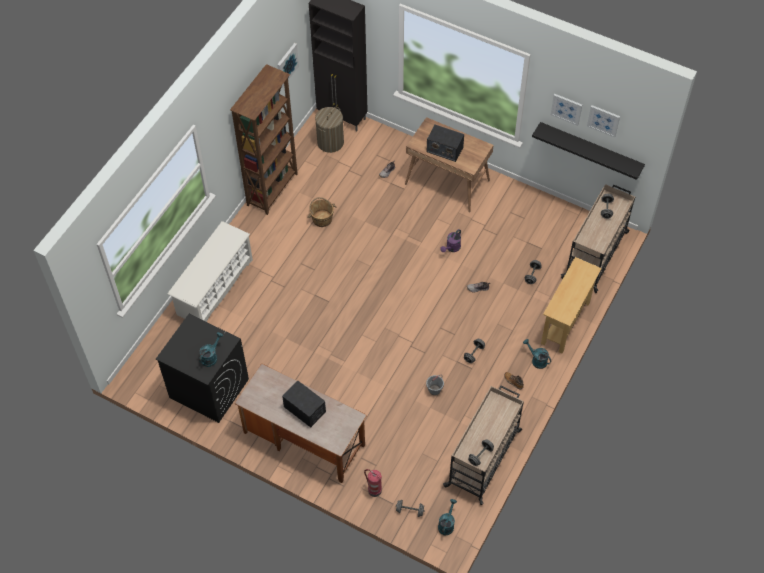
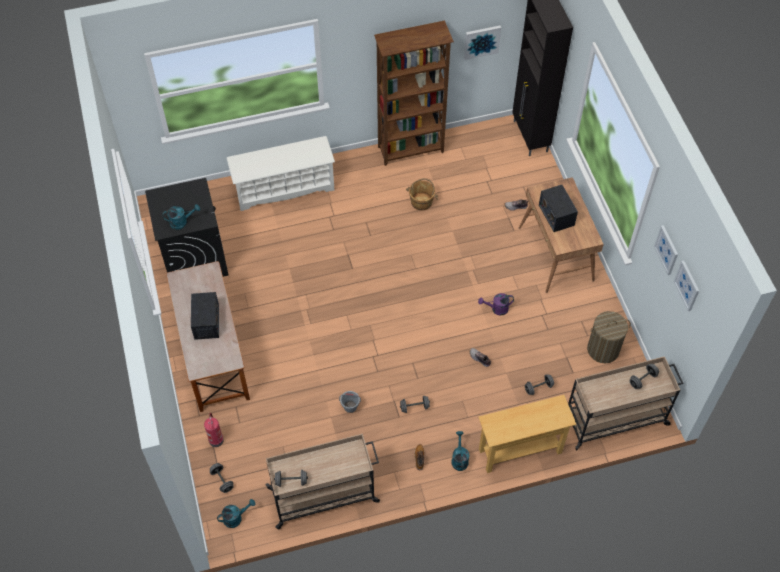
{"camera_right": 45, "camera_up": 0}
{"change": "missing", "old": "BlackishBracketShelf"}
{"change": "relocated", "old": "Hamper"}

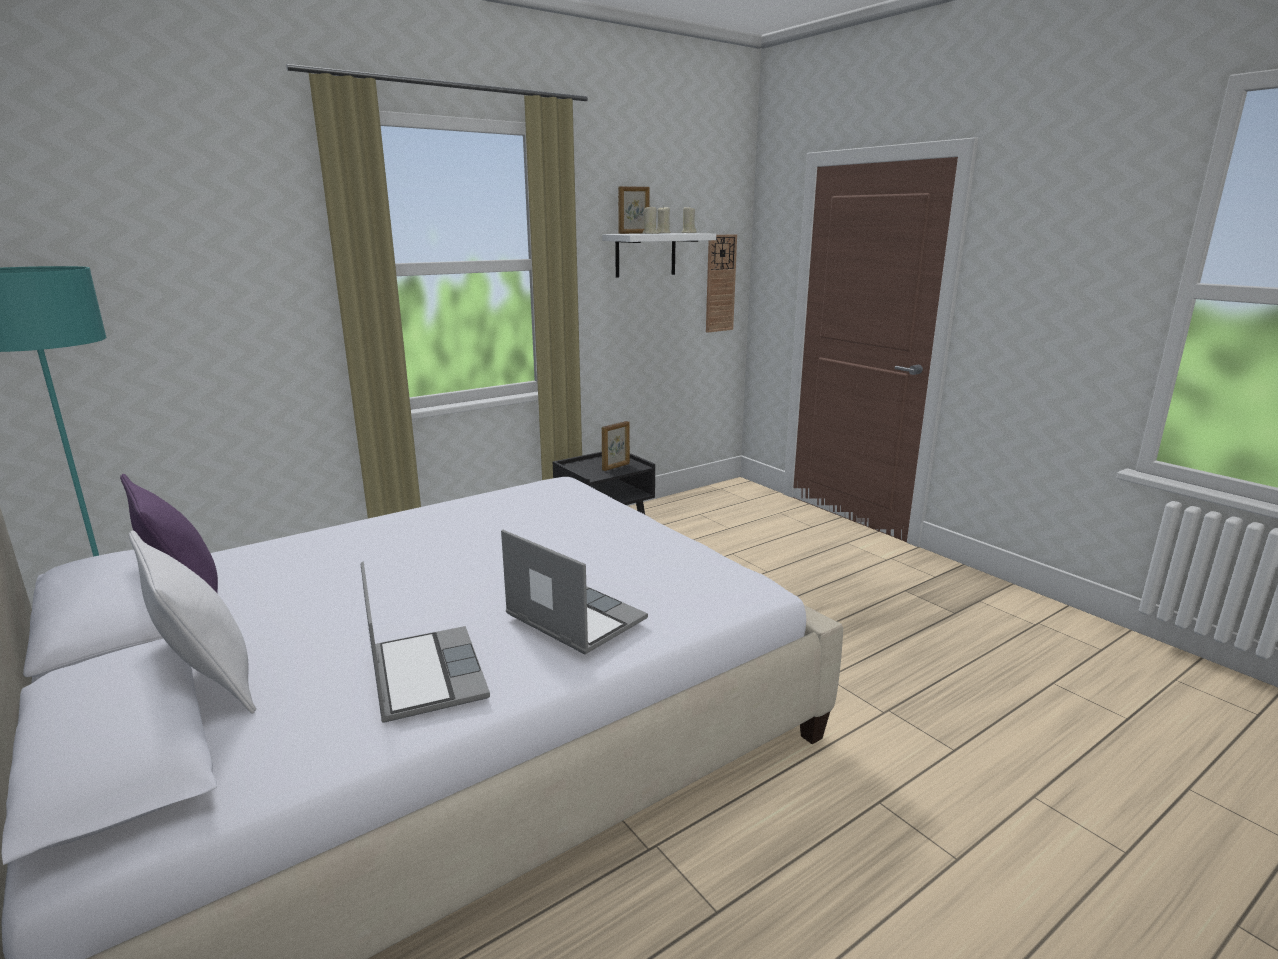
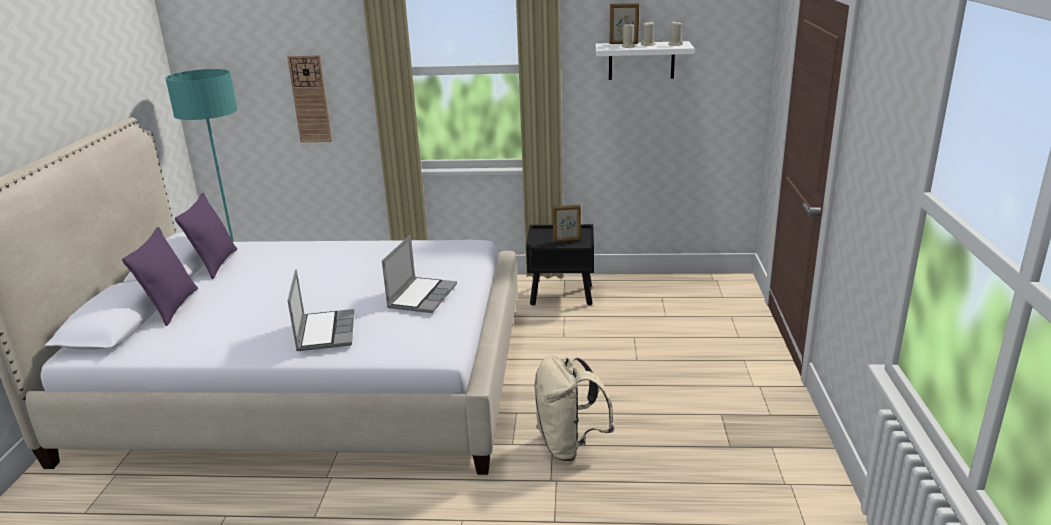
{"camera_right": 40, "camera_up": 5}
{"change": "appeared", "new": "BeigeBackpack"}
{"change": "relocated", "old": "PortableComputer (no. 1 from left in the first image)", "new": "PortableComputer (no. 2 from left)"}
{"change": "relocated", "old": "WallClock"}
{"change": "colour", "old": "WhitishCushion", "new": "PurpleColouredCushion (no. 1 from left)"}

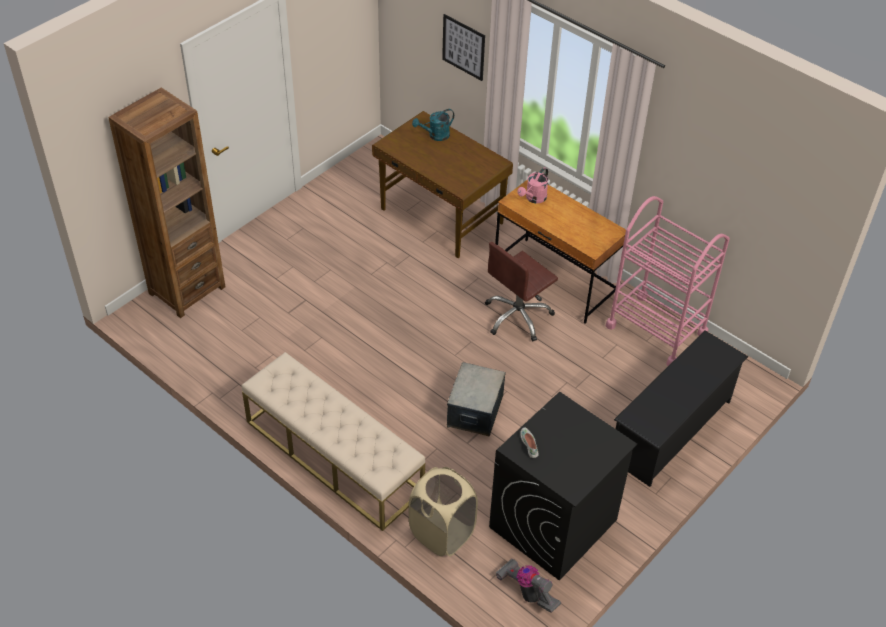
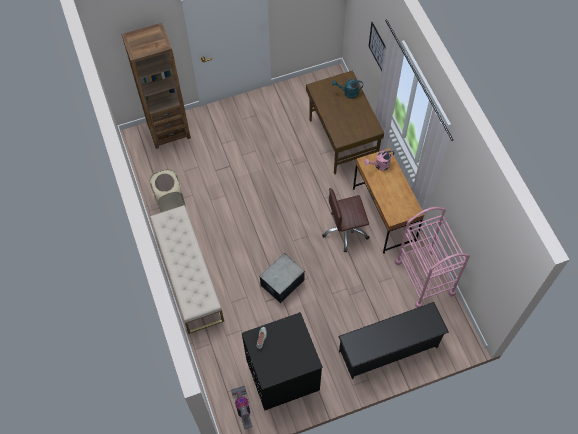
{"camera_right": 30, "camera_up": 15}
{"change": "relocated", "old": "BeigeHamper"}

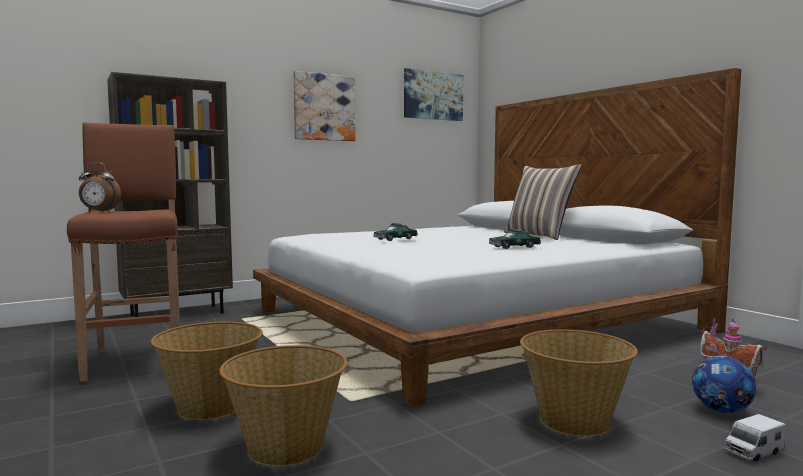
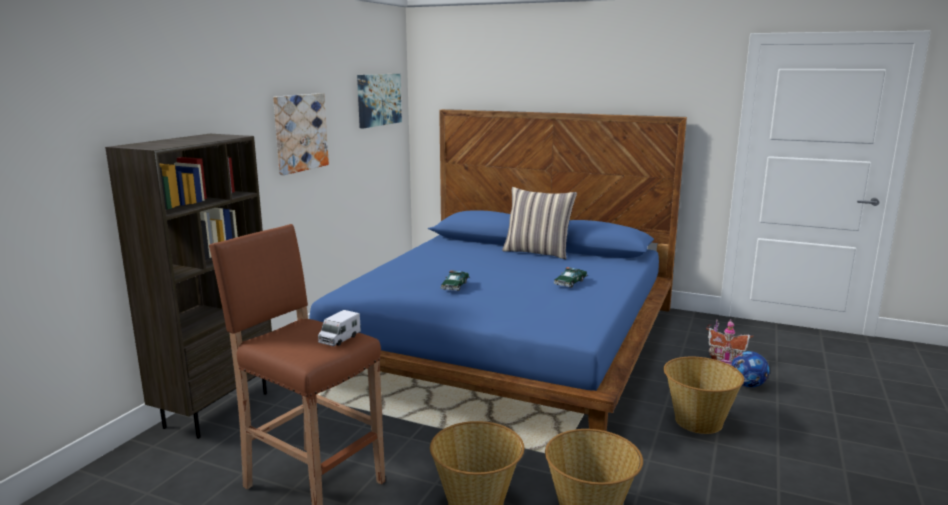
{"camera_right": -35, "camera_up": 10}
{"change": "missing", "old": "TableClock"}
{"change": "relocated", "old": "ToyLorry"}
{"change": "colour", "old": "WhitishBedroomBed", "new": "BluishBedroomBed"}

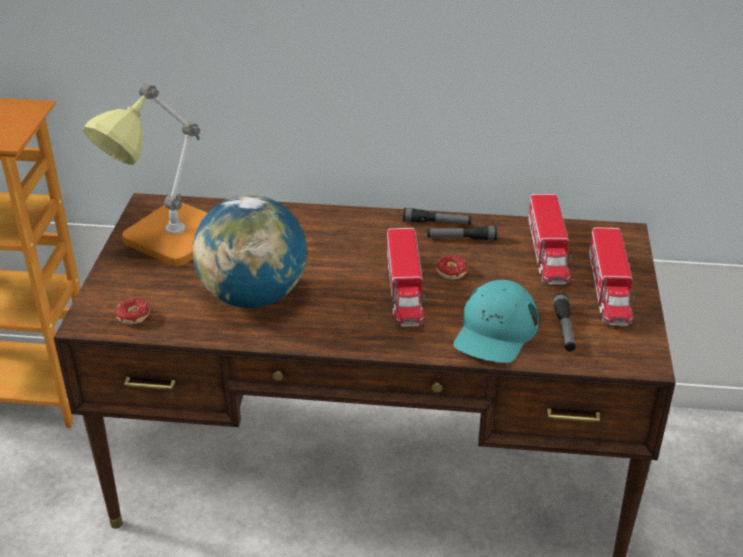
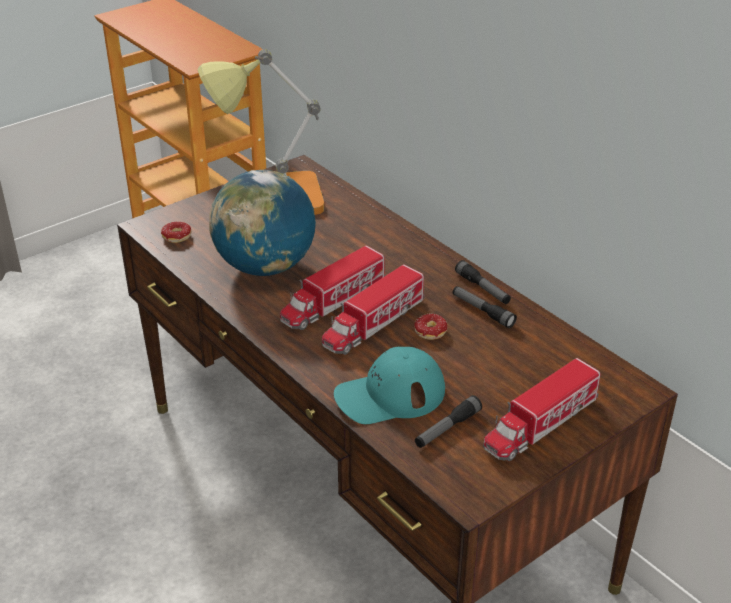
{"camera_right": 45, "camera_up": 0}
{"change": "relocated", "old": "ToyLorry (no. 2 from left in the first image)", "new": "ToyLorry (no. 1 from left)"}

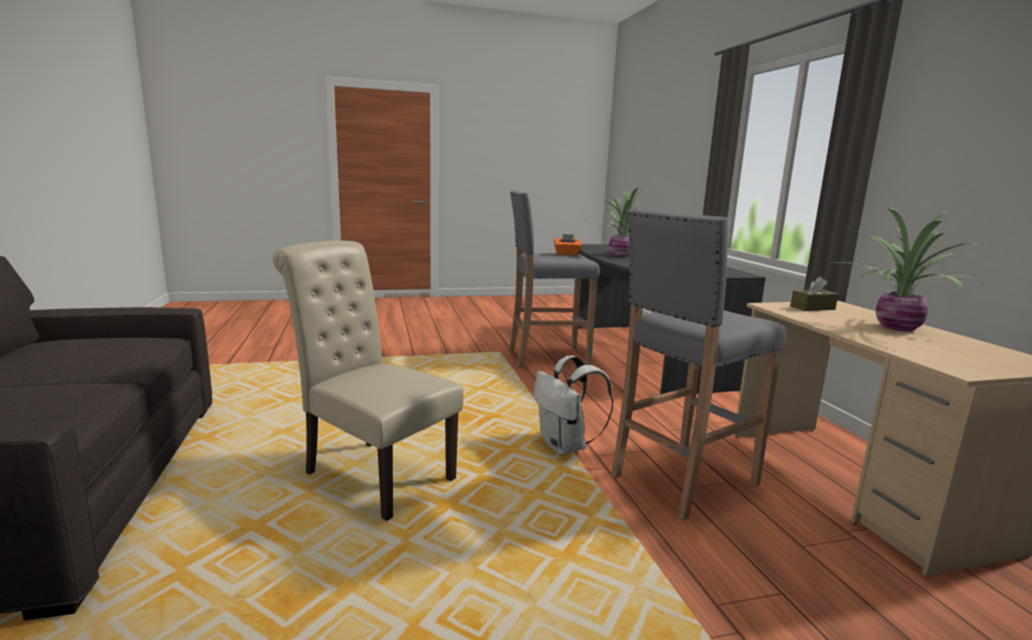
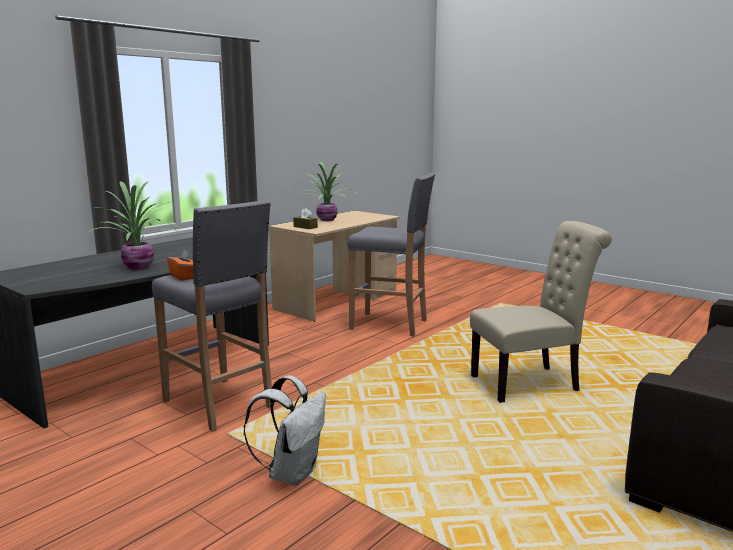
{"camera_right": -125, "camera_up": 0}
{"change": "relocated", "old": "WhitishBackpack"}
{"change": "spun", "old": "BeigePlainChair", "degrees": -105}

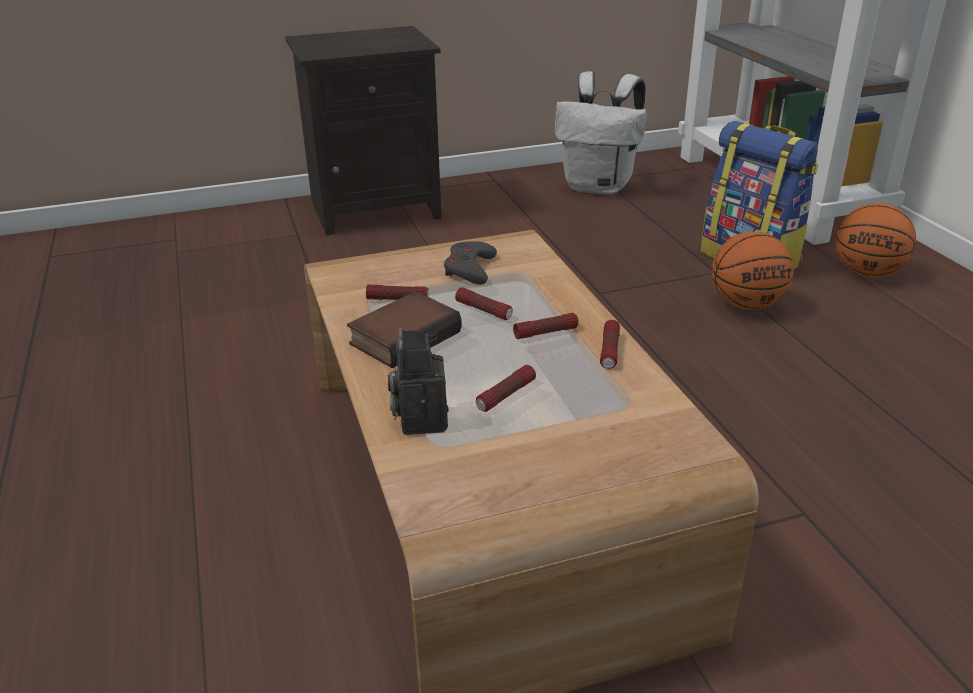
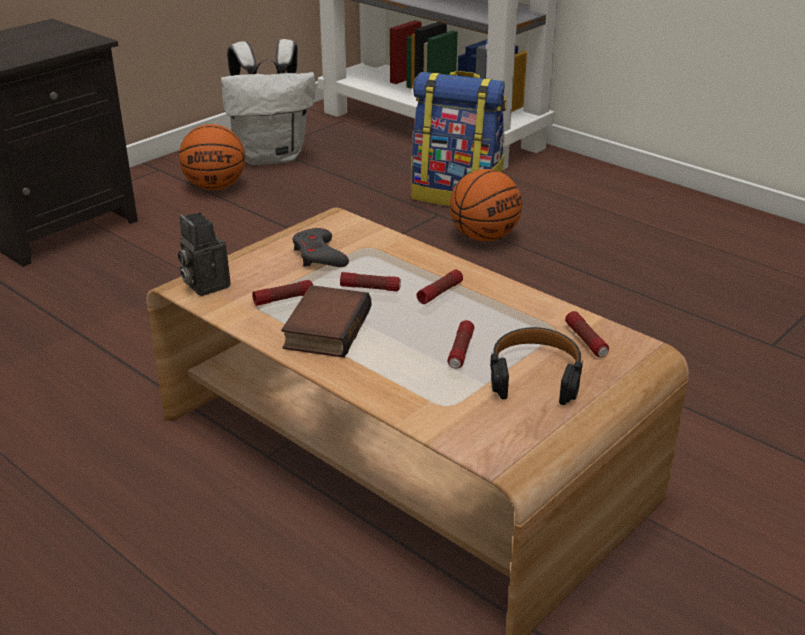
{"camera_right": -30, "camera_up": 0}
{"change": "appeared", "new": "BlackishPairOfHeadphones"}
{"change": "relocated", "old": "StillCamera"}
{"change": "relocated", "old": "Torch (no. 5 from left)"}
{"change": "relocated", "old": "BallForBasketball (no. 2 from left in the first image)", "new": "BallForBasketball (no. 1 from left)"}

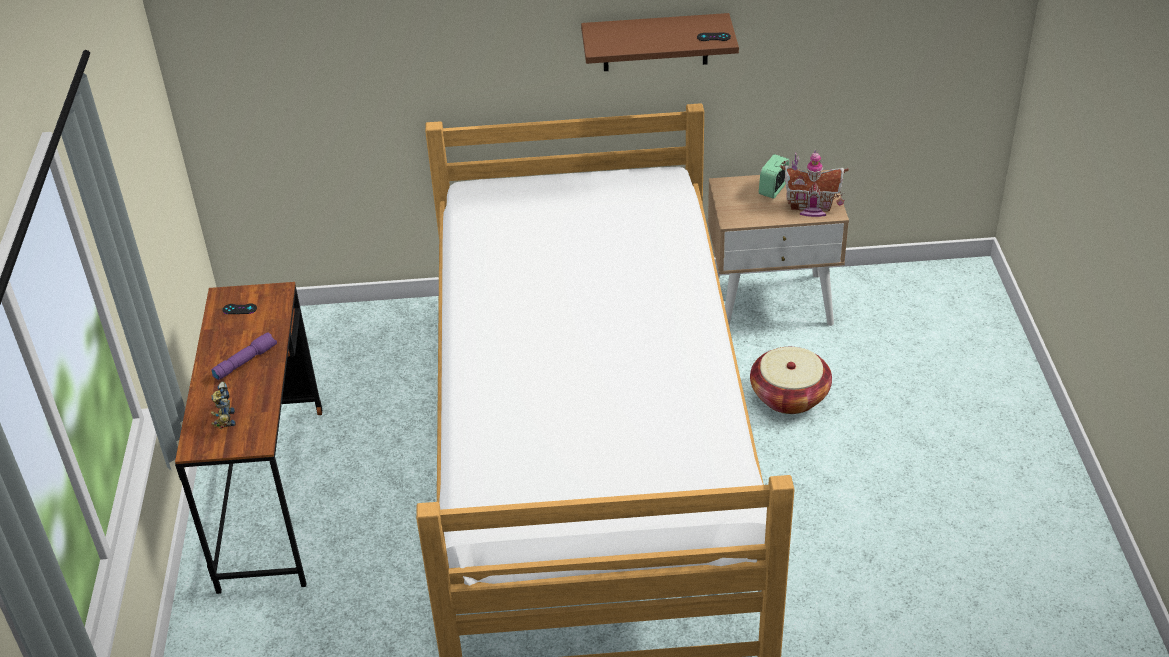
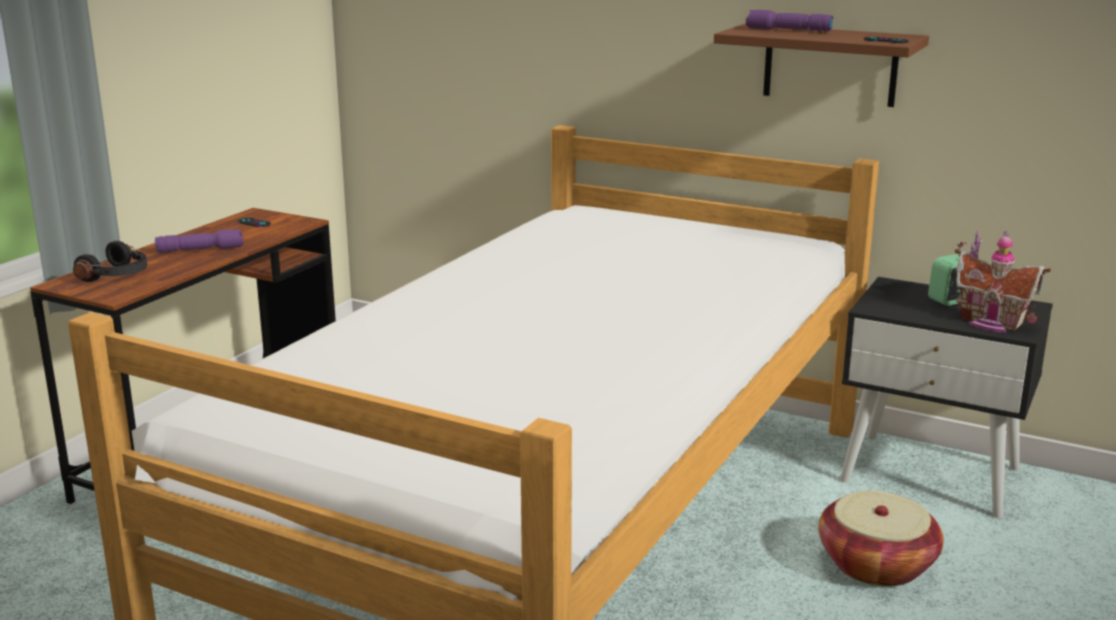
{"camera_right": 30, "camera_up": -20}
{"change": "appeared", "new": "PurpleColouredTorch (no. 2 from left)"}
{"change": "exchanged", "old": "RobotFigure", "new": "BlackishPairOfHeadphones"}
{"change": "colour", "old": "BeigeBedsideTable", "new": "BlackishBedsideTable"}

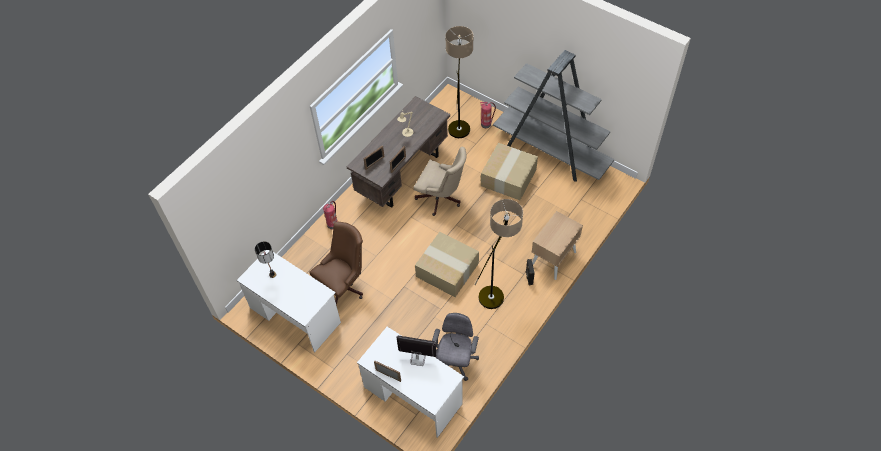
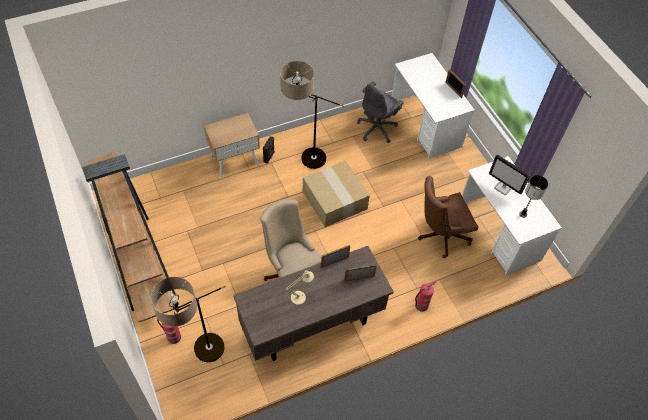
{"camera_right": -155, "camera_up": 0}
{"change": "missing", "old": "Carton (no. 2 from left)"}
{"change": "relocated", "old": "Monitor"}
{"change": "colour", "old": "GreyishBookshelf", "new": "BrownBookshelf"}

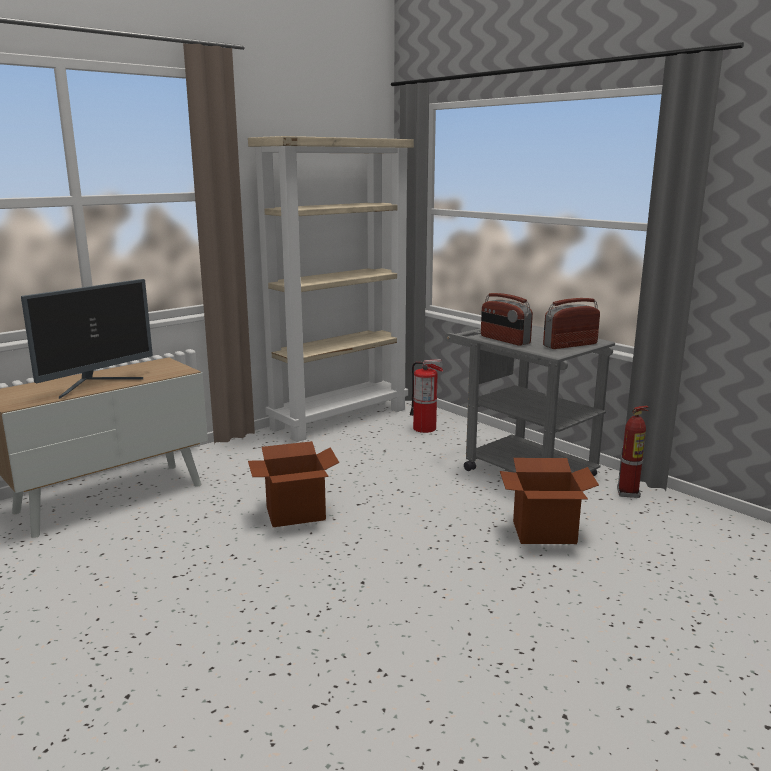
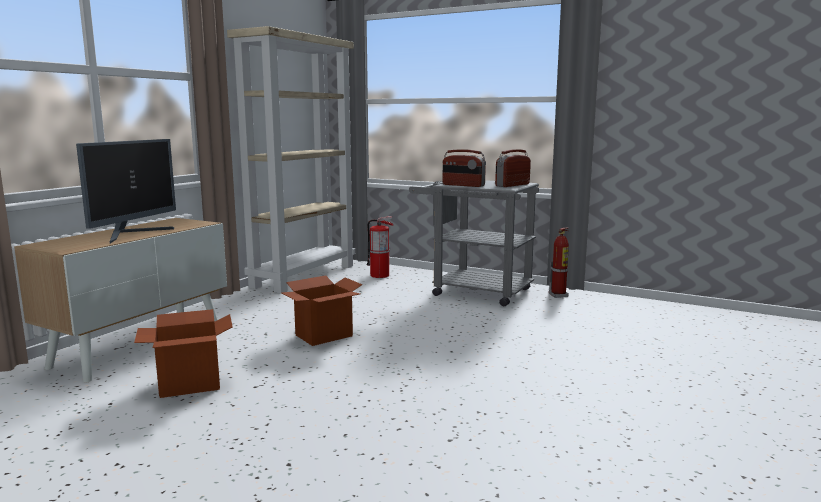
{"camera_right": -20, "camera_up": -5}
{"change": "relocated", "old": "Carton (no. 2 from left in the first image)", "new": "Carton (no. 1 from left)"}

